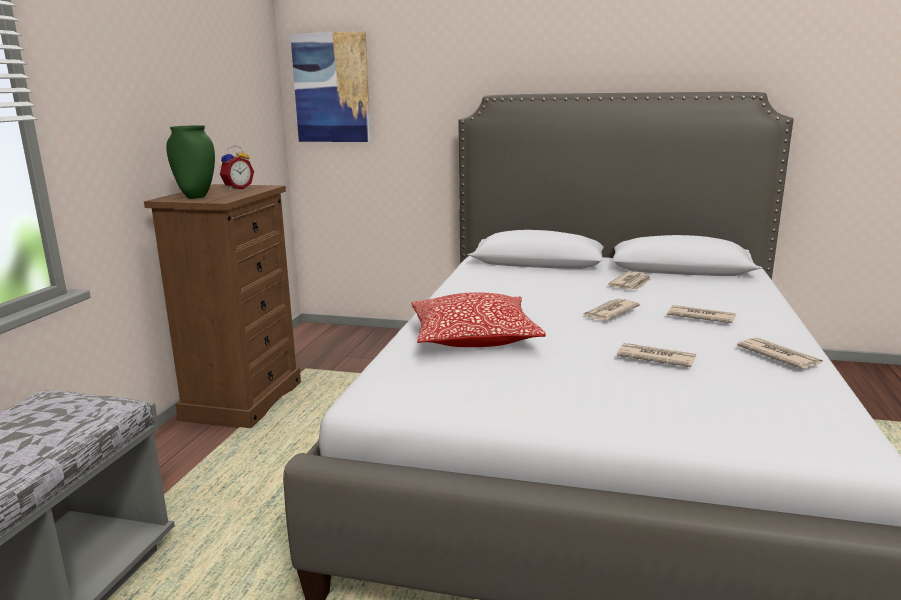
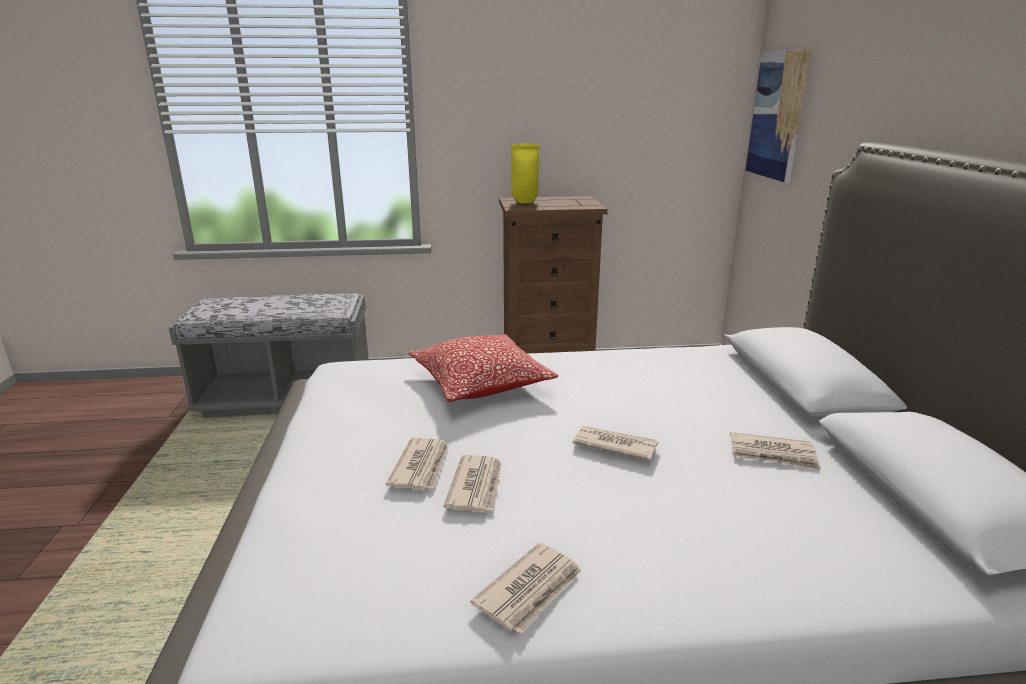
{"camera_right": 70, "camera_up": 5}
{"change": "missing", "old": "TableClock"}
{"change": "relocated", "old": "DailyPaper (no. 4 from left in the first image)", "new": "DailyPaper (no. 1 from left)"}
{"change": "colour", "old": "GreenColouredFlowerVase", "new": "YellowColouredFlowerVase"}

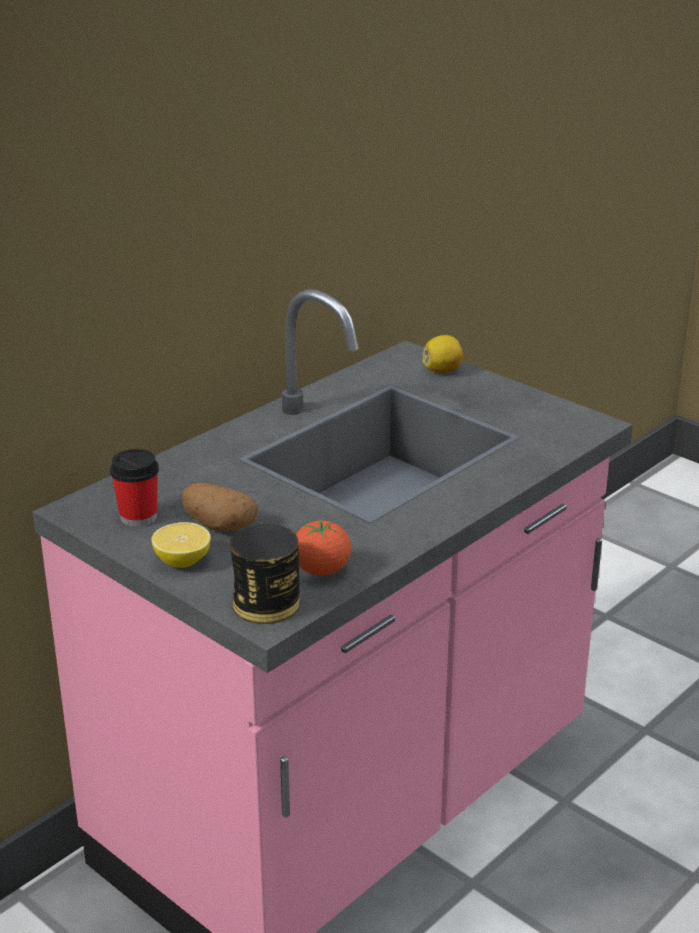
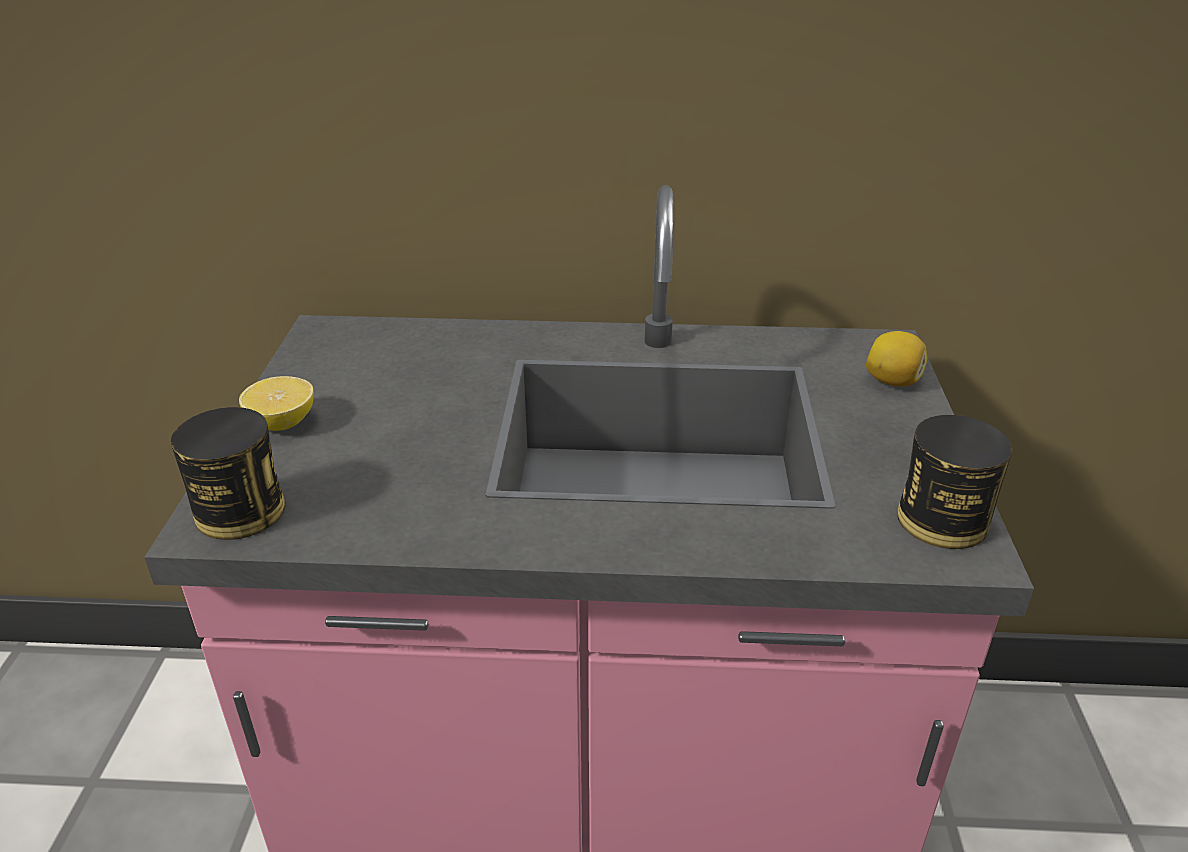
{"camera_right": 50, "camera_up": 5}
{"change": "missing", "old": "Cup"}
{"change": "missing", "old": "WholePotato"}
{"change": "missing", "old": "Tomato"}
{"change": "appeared", "new": "SealedCan (no. 2 from left)"}

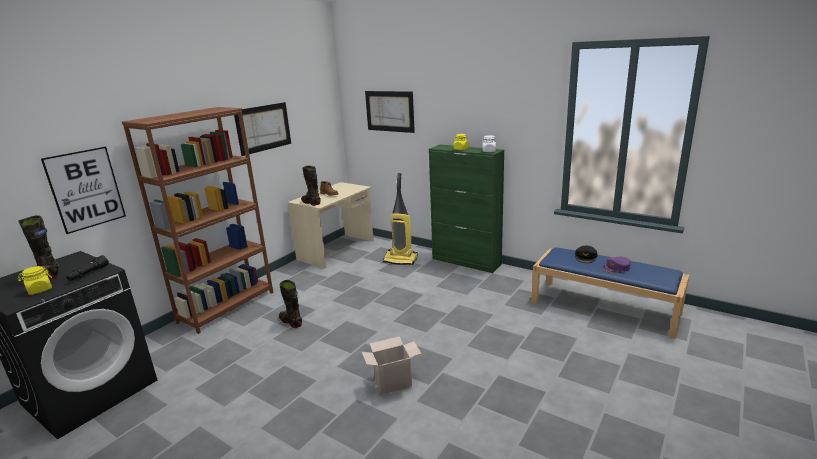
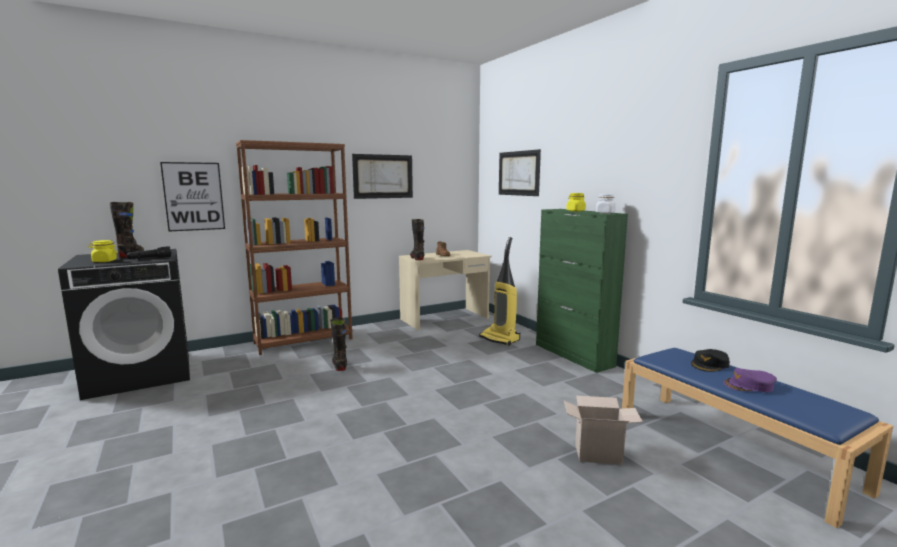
{"camera_right": 25, "camera_up": -10}
{"change": "relocated", "old": "Carton"}

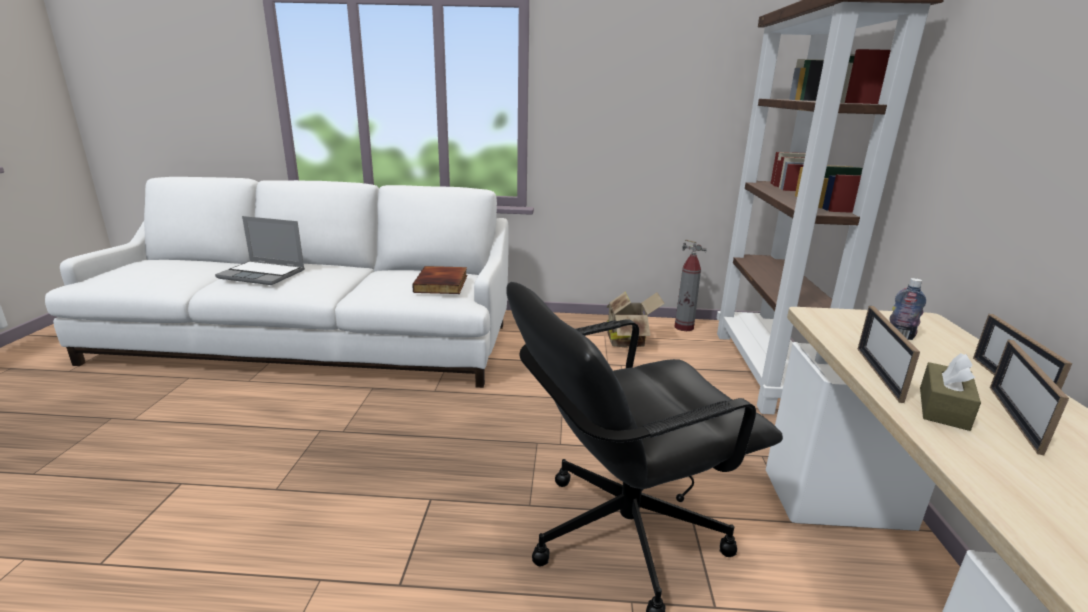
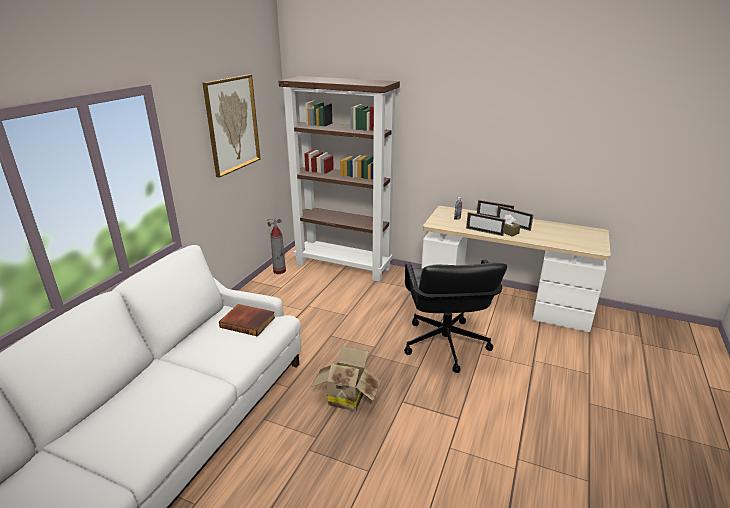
{"camera_right": -70, "camera_up": 5}
{"change": "missing", "old": "PortableComputer"}
{"change": "appeared", "new": "WallArt"}
{"change": "relocated", "old": "Carton"}

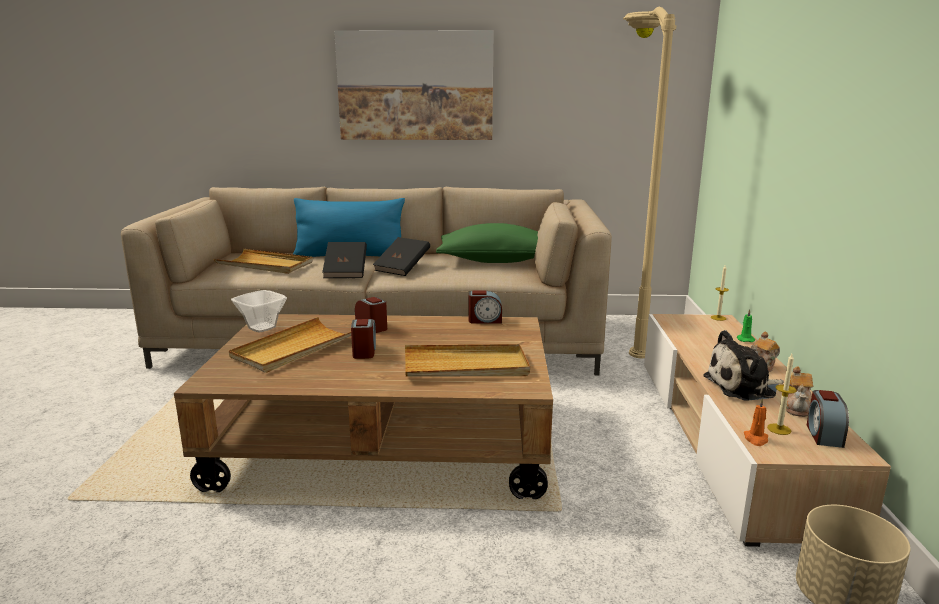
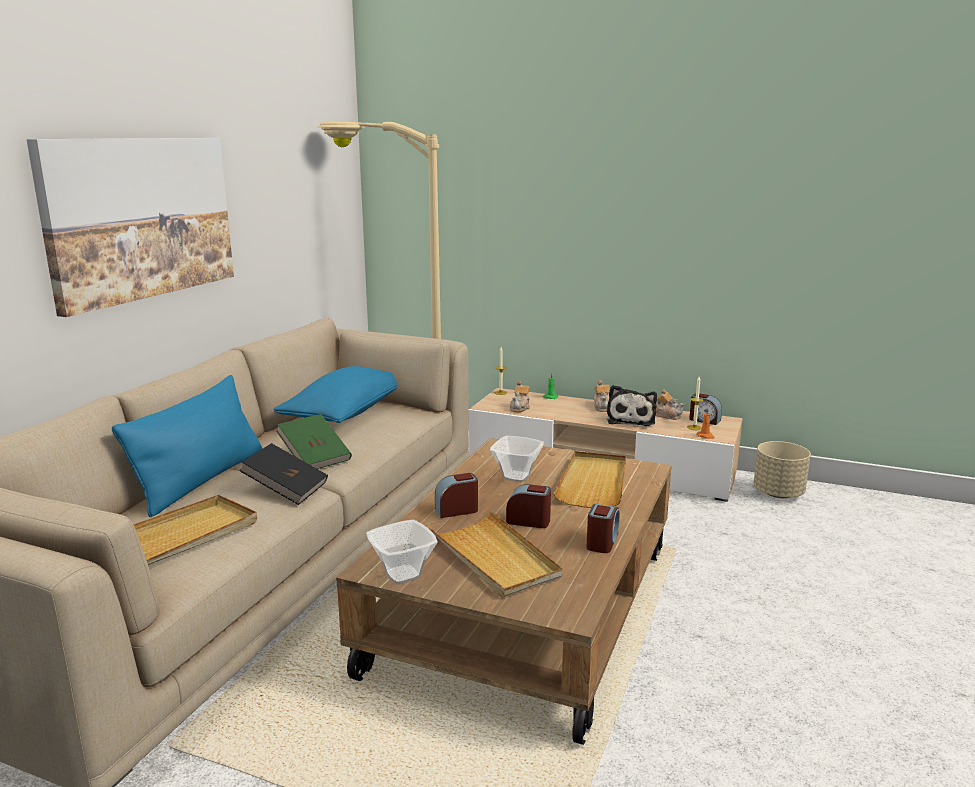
{"camera_right": -70, "camera_up": 0}
{"change": "appeared", "new": "Bowl (no. 2 from left)"}
{"change": "appeared", "new": "Teapot (no. 1 from left)"}
{"change": "relocated", "old": "TableClock (no. 3 from left)"}
{"change": "colour", "old": "BlackishBook (no. 2 from left)", "new": "GreenColouredBook"}
{"change": "colour", "old": "GreenColouredCushion", "new": "BluishCushion (no. 2 from left)"}

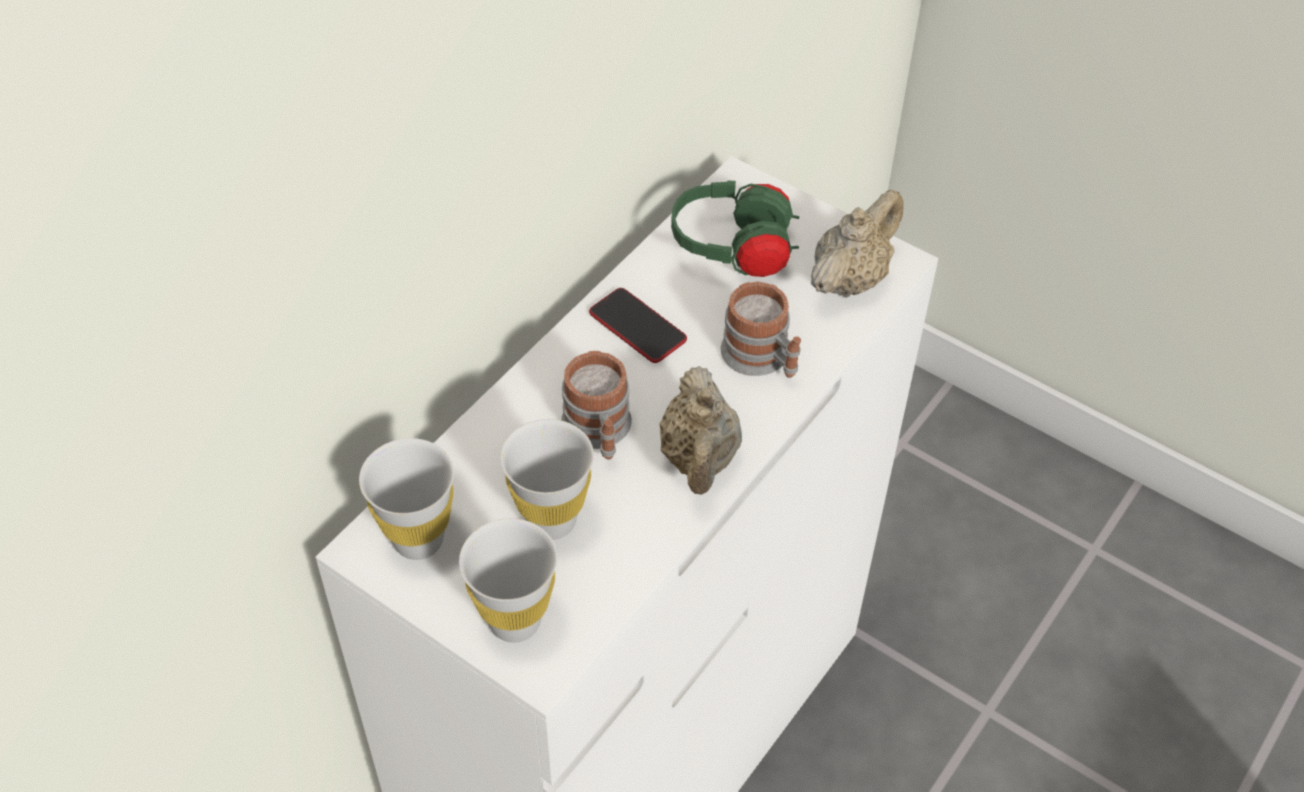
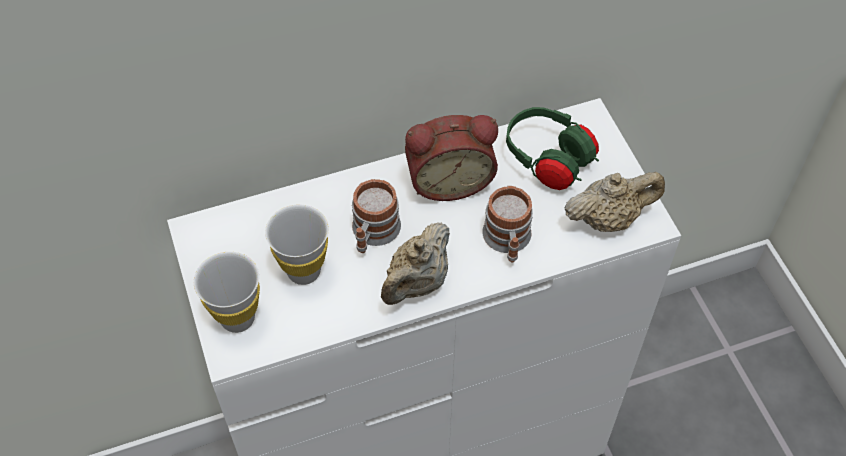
{"camera_right": 35, "camera_up": 5}
{"change": "missing", "old": "WhitishCup (no. 1 from left)"}
{"change": "exchanged", "old": "Telephone", "new": "TableClock"}

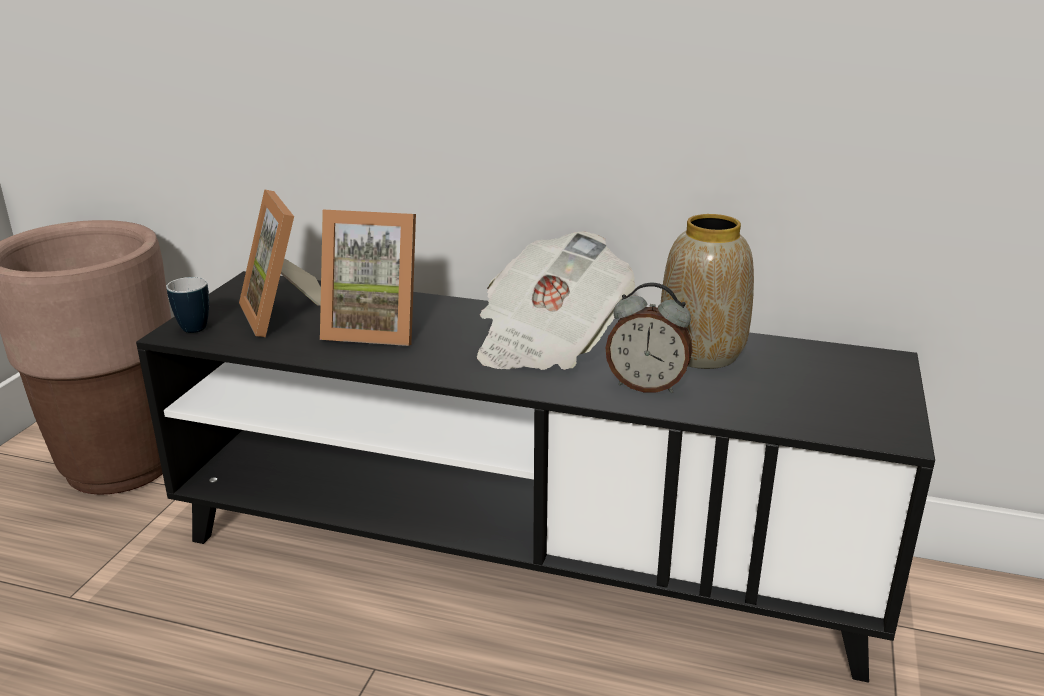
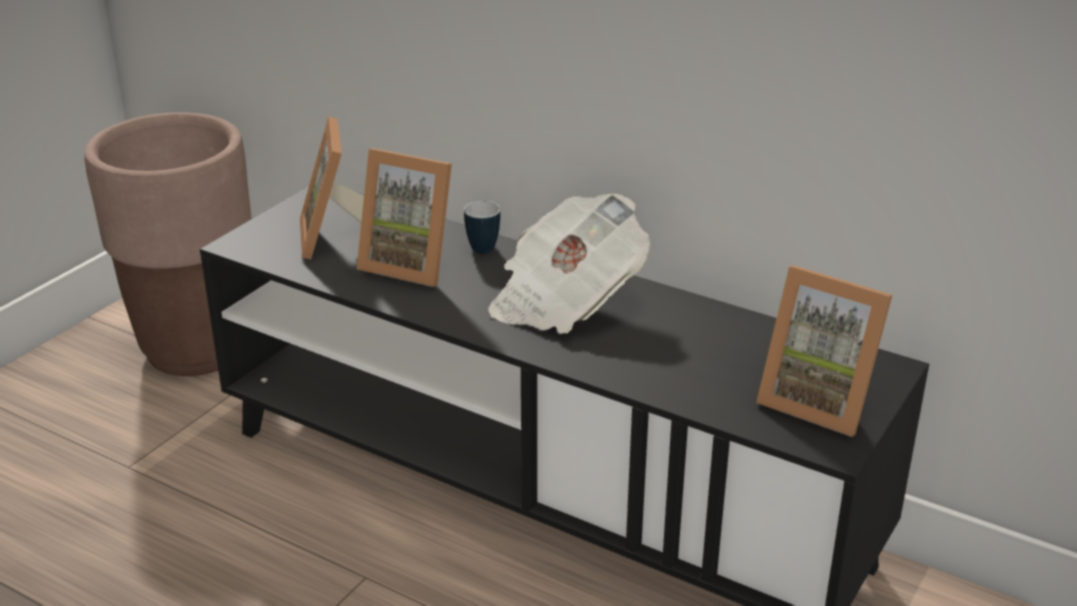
{"camera_right": 15, "camera_up": 5}
{"change": "missing", "old": "TableClock"}
{"change": "missing", "old": "FlowerVase"}
{"change": "appeared", "new": "StandingFrame (no. 3 from left)"}
{"change": "relocated", "old": "CoffeeMug"}

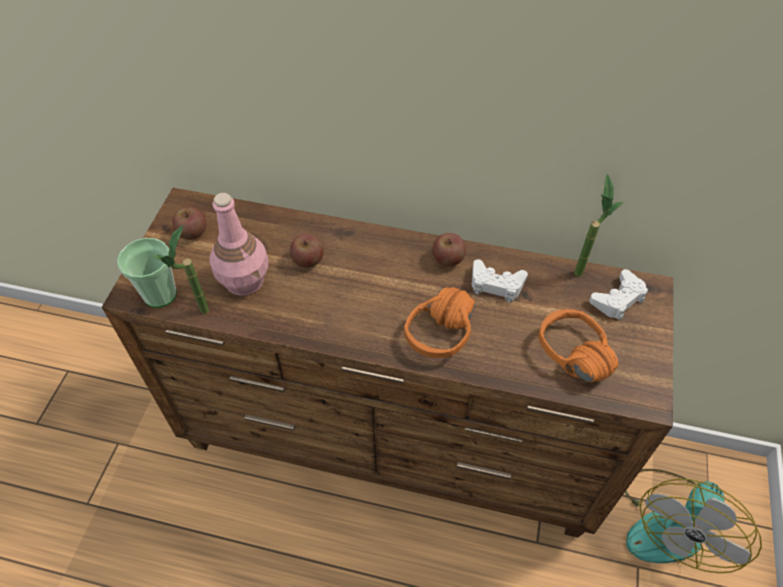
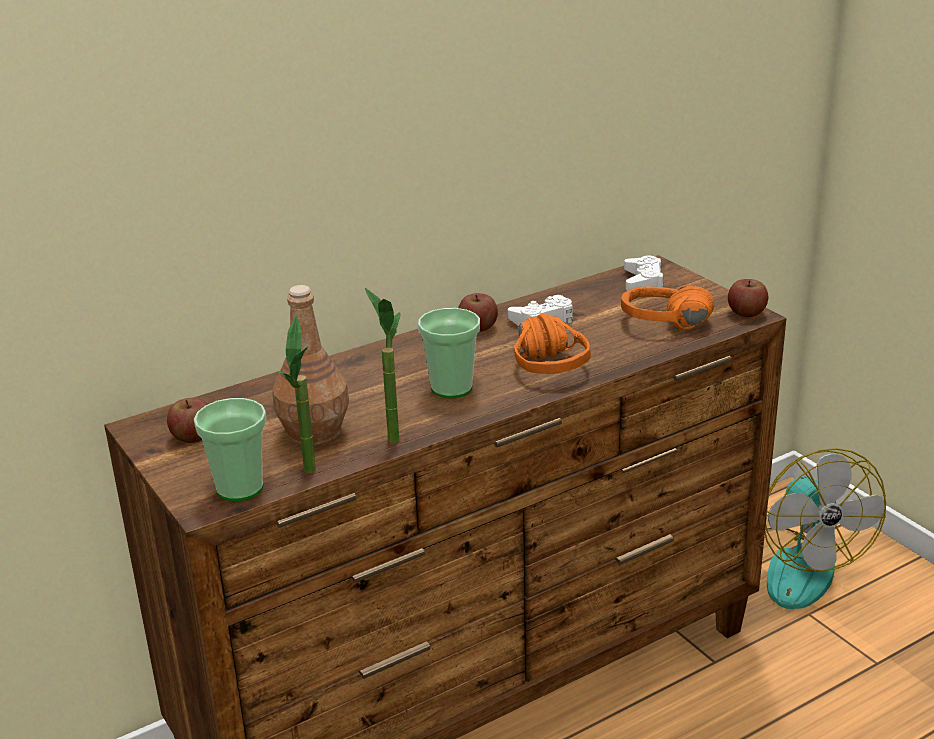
{"camera_right": -45, "camera_up": -25}
{"change": "appeared", "new": "Cup (no. 2 from left)"}
{"change": "relocated", "old": "WholeApple (no. 2 from left in the first image)", "new": "WholeApple (no. 3 from left)"}
{"change": "relocated", "old": "PottedPlant (no. 2 from left)"}
{"change": "colour", "old": "PinkColouredBeverageBottle", "new": "BrownBeverageBottle"}

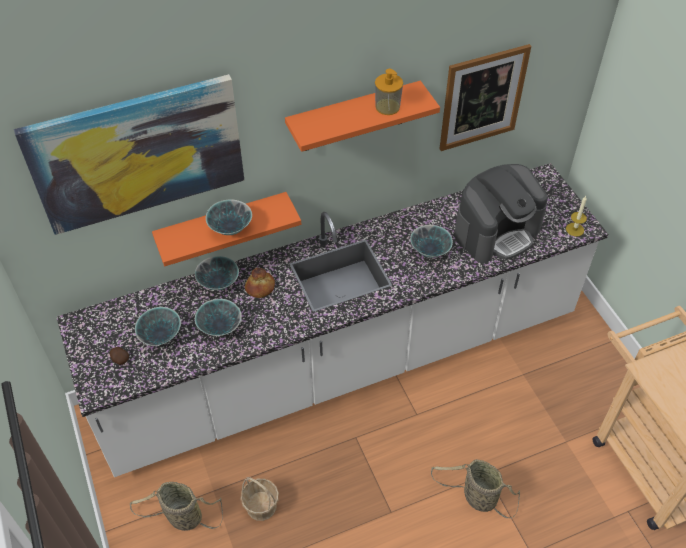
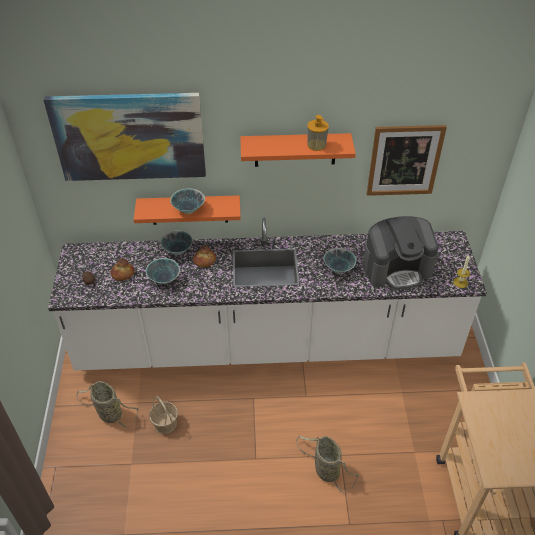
{"camera_right": 20, "camera_up": -5}
{"change": "exchanged", "old": "Bowl (no. 1 from left)", "new": "Bread (no. 1 from left)"}

